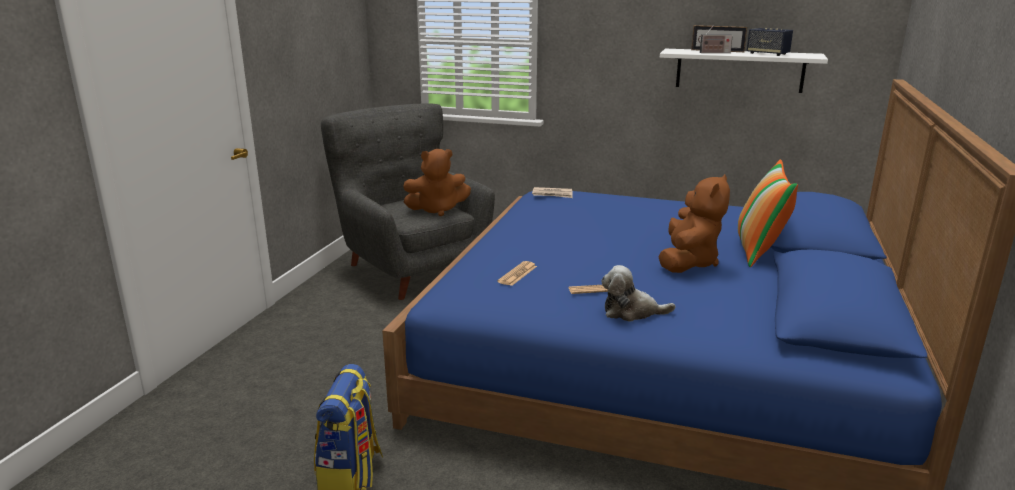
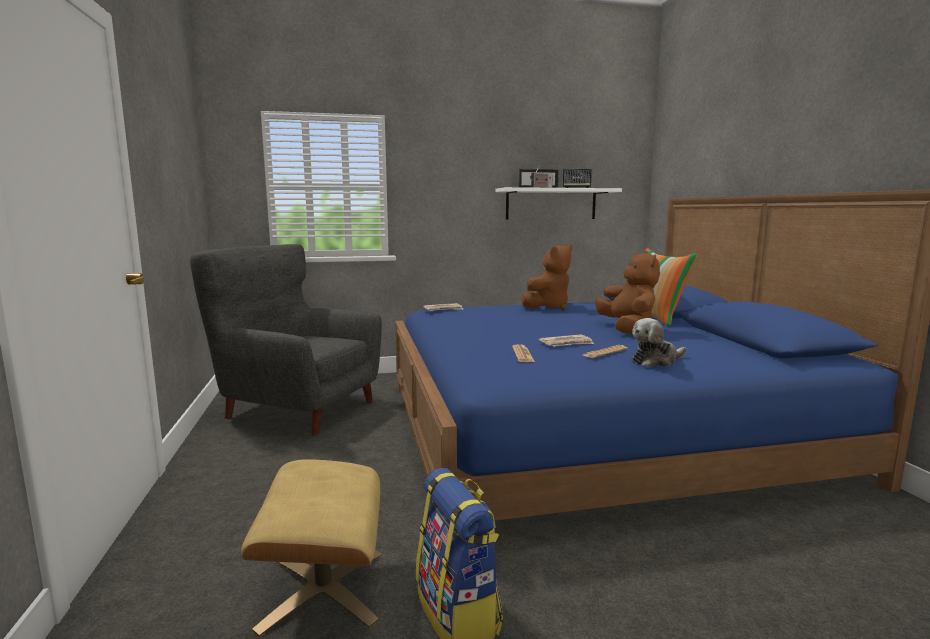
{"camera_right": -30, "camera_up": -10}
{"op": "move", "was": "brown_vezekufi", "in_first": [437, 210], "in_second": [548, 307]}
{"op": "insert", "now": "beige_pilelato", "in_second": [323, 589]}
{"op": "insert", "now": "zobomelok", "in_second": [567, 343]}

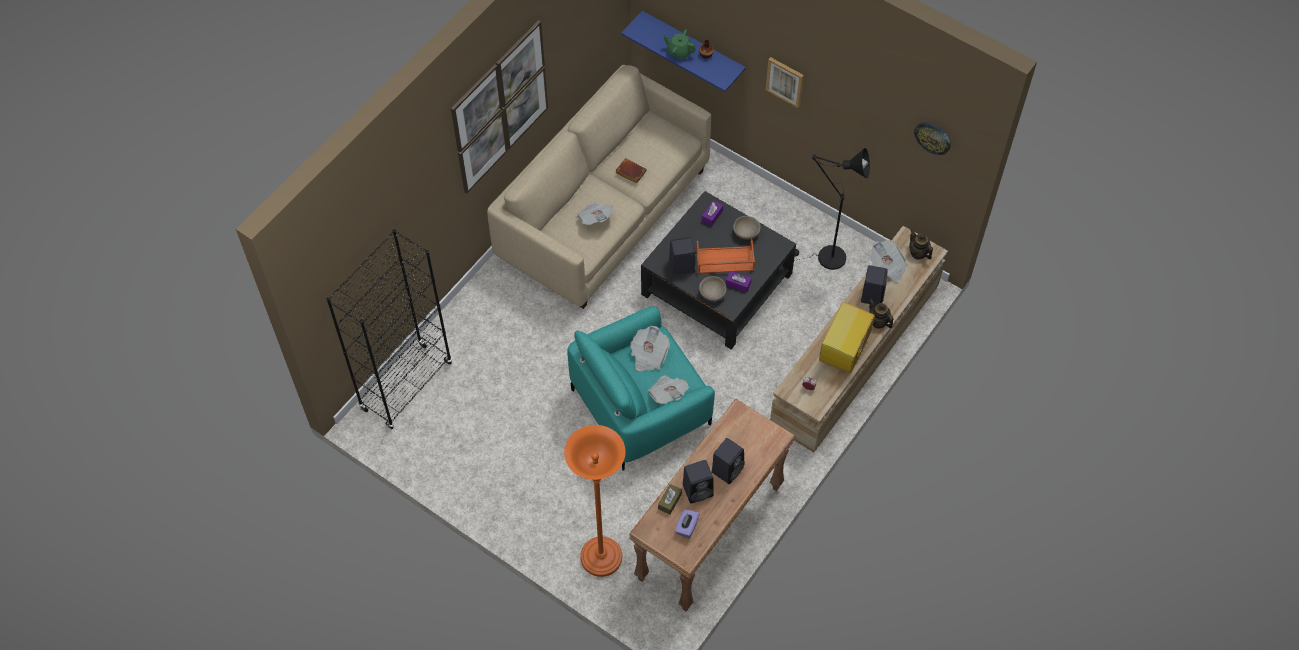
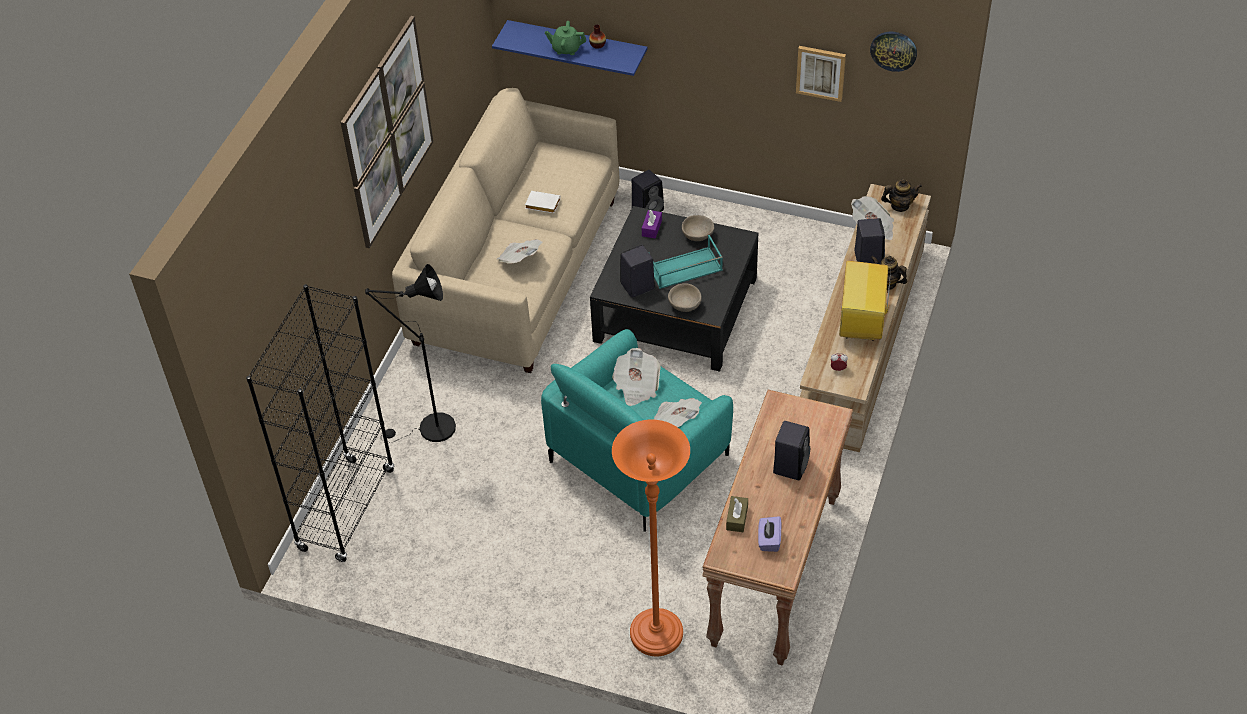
{"camera_right": -15, "camera_up": -10}
{"op": "recolor", "was": "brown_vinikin", "now": "white_vinikin", "in_first": [629, 172], "in_second": [541, 205]}
{"op": "move", "was": "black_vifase", "in_first": [698, 490], "in_second": [648, 209]}
{"op": "recolor", "was": "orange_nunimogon", "now": "turquoise_nunimogon", "in_first": [724, 260], "in_second": [684, 269]}
{"op": "delete", "was": "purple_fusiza", "in_first": [738, 284]}
{"op": "move", "was": "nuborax", "in_first": [785, 81], "in_second": [821, 72]}
{"op": "move", "was": "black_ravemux", "in_first": [826, 258], "in_second": [430, 430]}
{"op": "rotate", "was": "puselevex", "in_first": [918, 253], "in_second": [899, 206], "clockwise": 135}

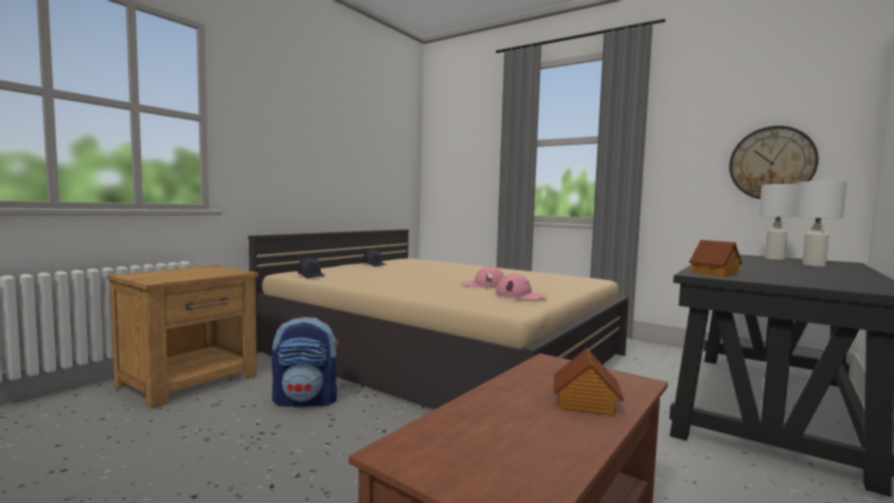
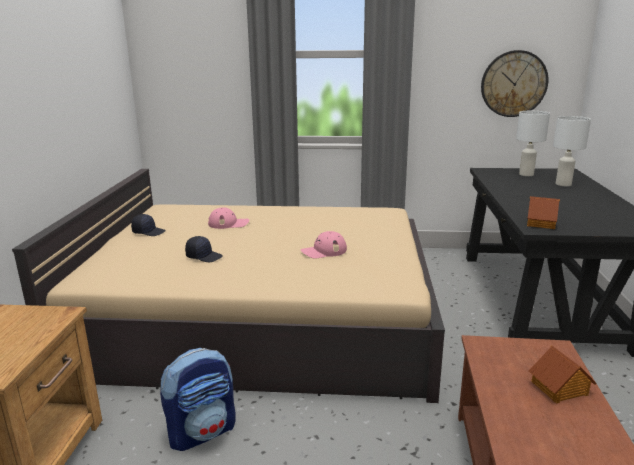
{"camera_right": -30, "camera_up": 15}
{"op": "move", "was": "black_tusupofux", "in_first": [312, 275], "in_second": [204, 256]}
{"op": "move", "was": "pink_tusupofux", "in_first": [521, 295], "in_second": [229, 223]}

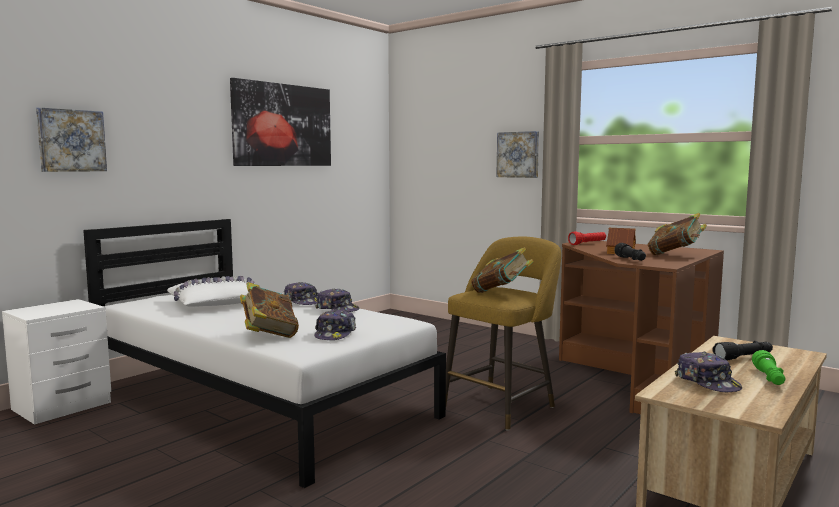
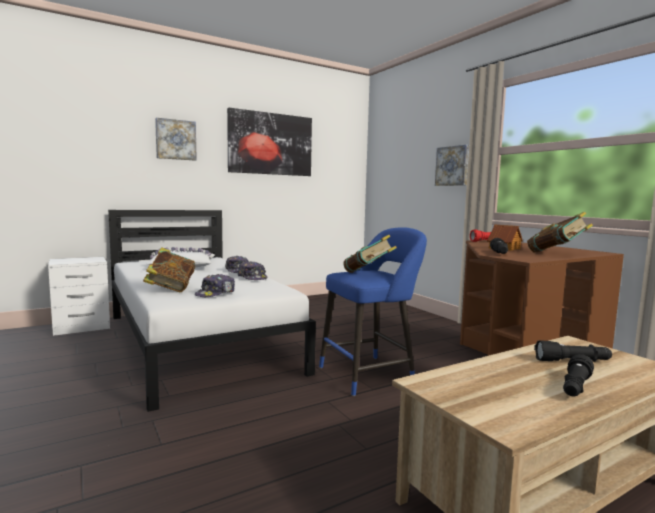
{"camera_right": 20, "camera_up": 0}
{"op": "move", "was": "nuborax", "in_first": [71, 140], "in_second": [175, 139]}
{"op": "recolor", "was": "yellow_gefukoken", "now": "blue_gefukoken", "in_first": [502, 405], "in_second": [370, 374]}
{"op": "delete", "was": "tusupofux", "in_first": [707, 382]}
{"op": "recolor", "was": "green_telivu", "now": "black_telivu", "in_first": [769, 378], "in_second": [575, 387]}

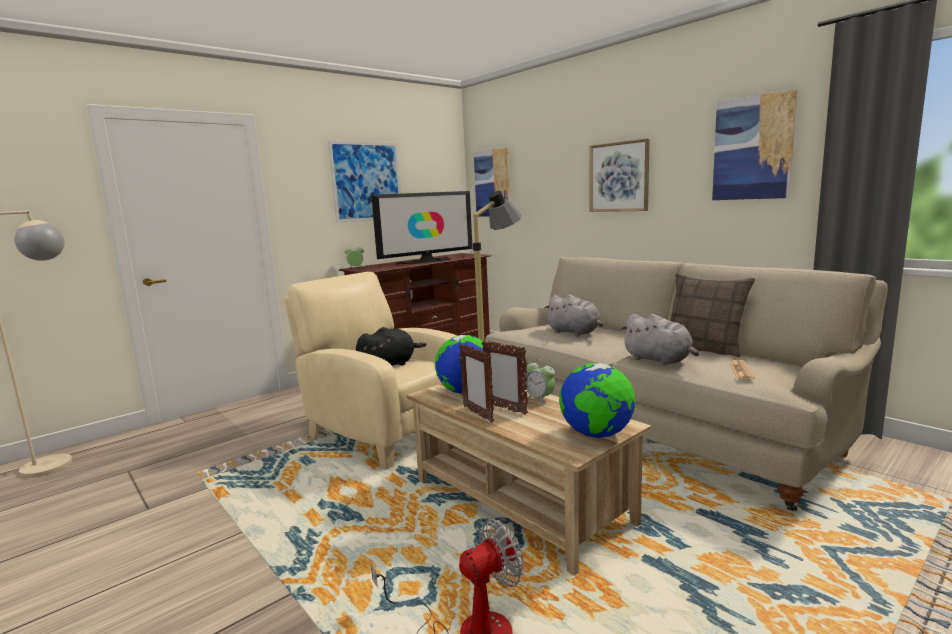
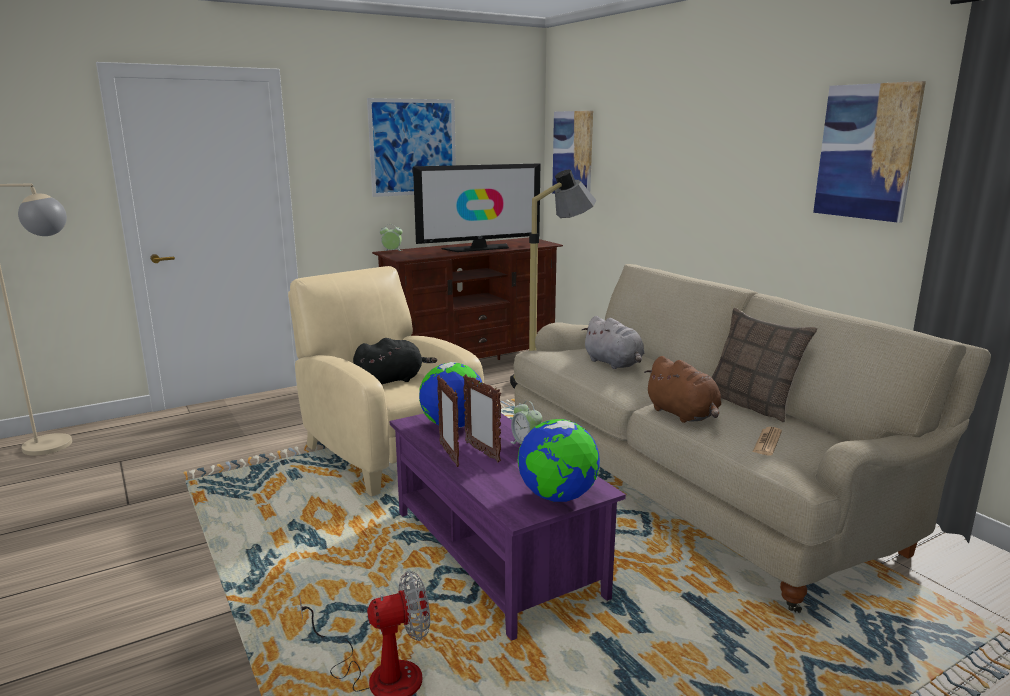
{"camera_right": 10, "camera_up": 5}
{"op": "recolor", "was": "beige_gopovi", "now": "purple_gopovi", "in_first": [520, 501], "in_second": [496, 553]}
{"op": "delete", "was": "nuborax", "in_first": [619, 177]}
{"op": "recolor", "was": "grey_vezekufi", "now": "brown_vezekufi", "in_first": [659, 360], "in_second": [683, 415]}

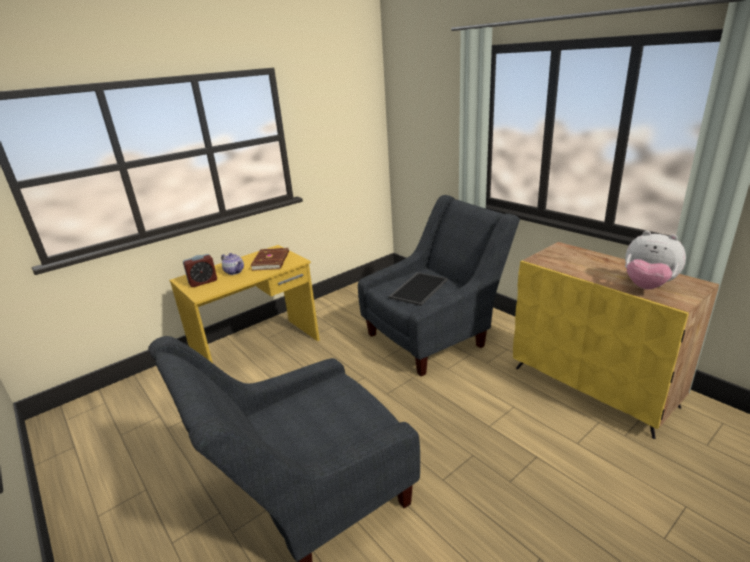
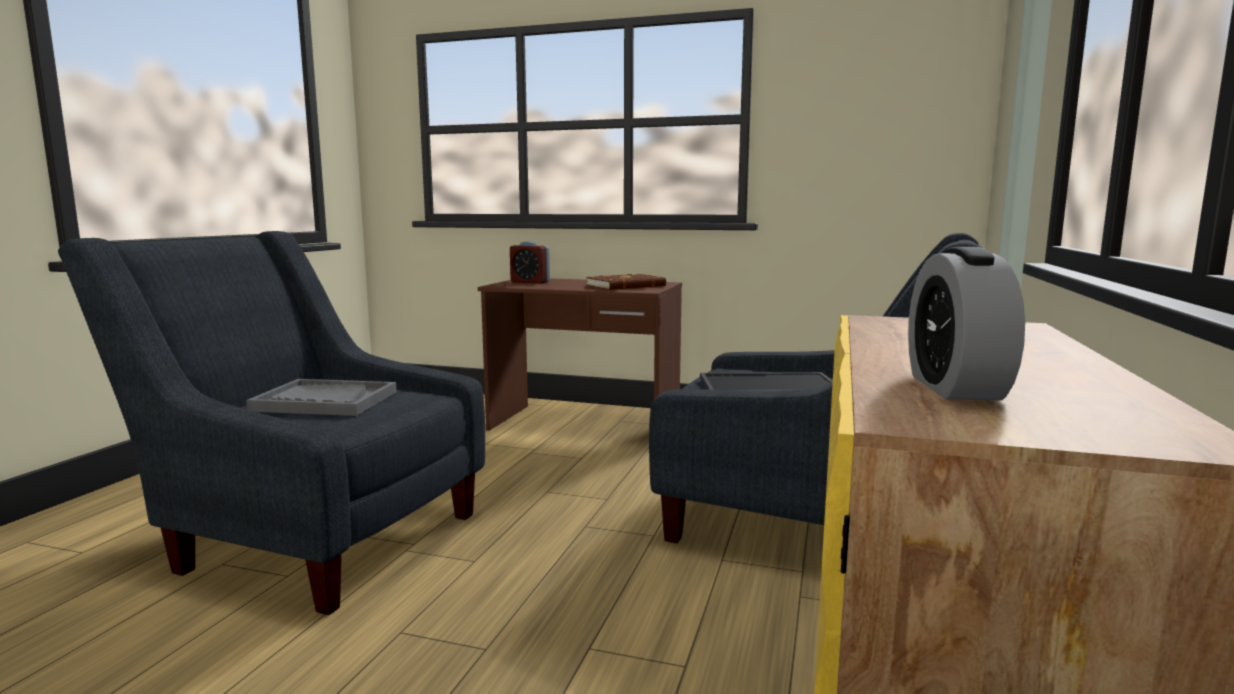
{"camera_right": 55, "camera_up": -15}
{"op": "recolor", "was": "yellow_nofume", "now": "brown_nofume", "in_first": [259, 351], "in_second": [584, 425]}
{"op": "delete", "was": "puselevex", "in_first": [234, 271]}
{"op": "replace", "was": "vezekufi", "now": "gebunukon", "in_first": [647, 286], "in_second": [955, 387]}
{"op": "insert", "now": "grey_nunimogon", "in_second": [325, 401]}

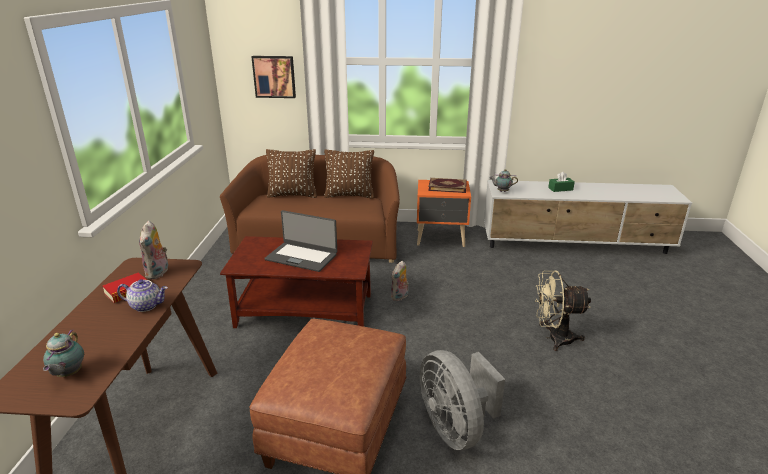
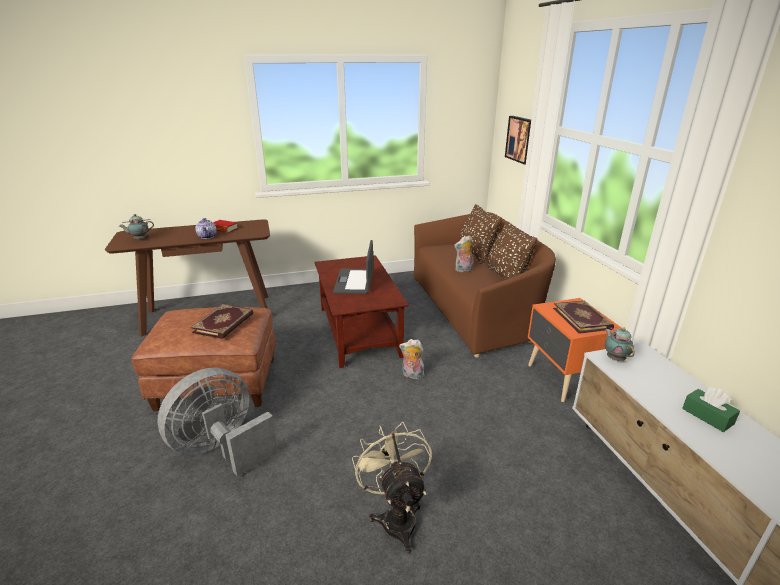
{"camera_right": 70, "camera_up": 0}
{"op": "move", "was": "vezekufi", "in_first": [158, 273], "in_second": [463, 270]}
{"op": "insert", "now": "vinikin", "in_second": [224, 323]}

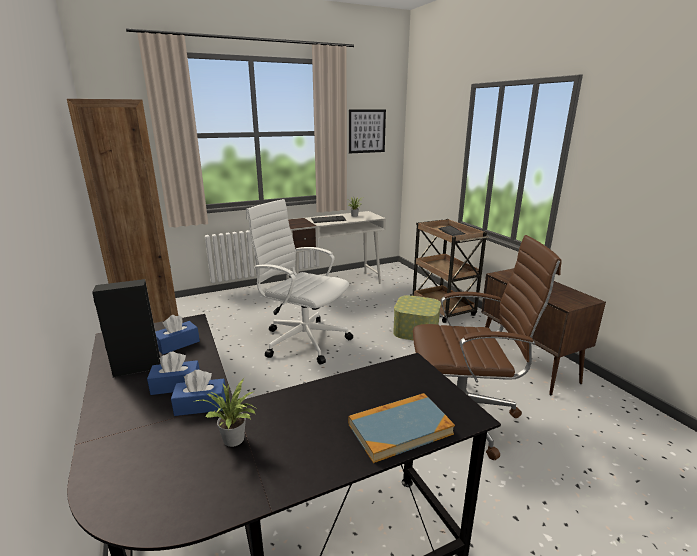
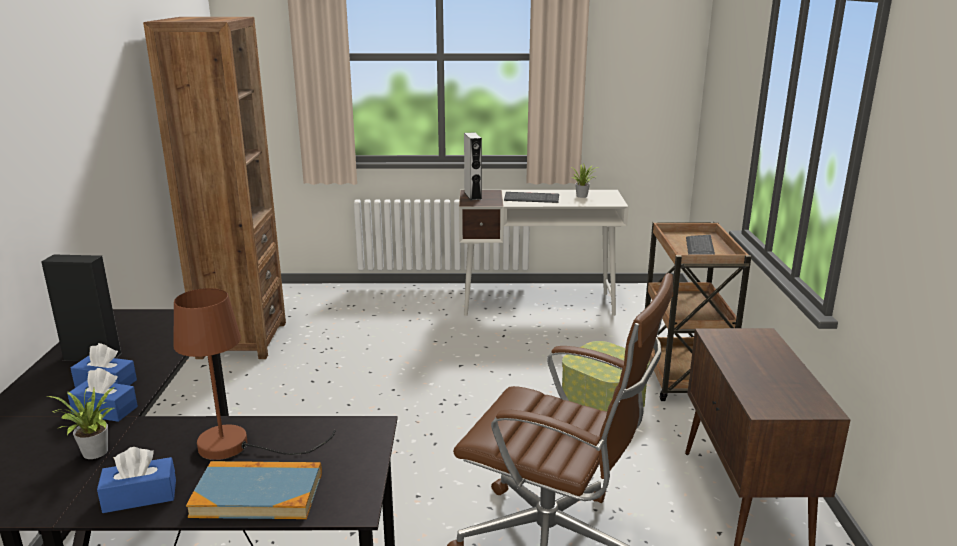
{"camera_right": 25, "camera_up": 0}
{"op": "move", "was": "blue_fusiza", "in_first": [177, 344], "in_second": [140, 496]}
{"op": "delete", "was": "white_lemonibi", "in_first": [303, 340]}
{"op": "delete", "was": "nuborax", "in_first": [367, 131]}
{"op": "insert", "now": "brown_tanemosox", "in_second": [238, 446]}
{"op": "insert", "now": "grey_vifase", "in_second": [472, 195]}

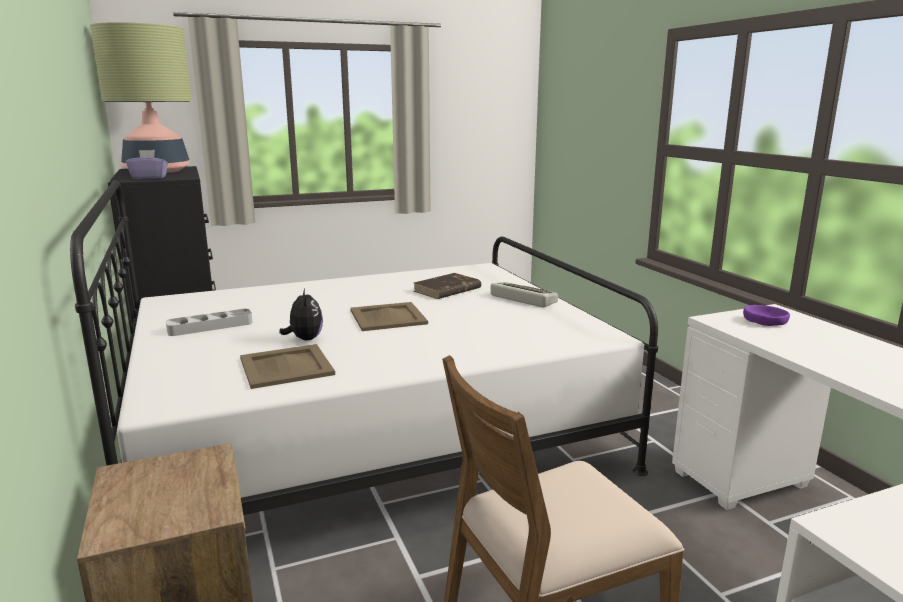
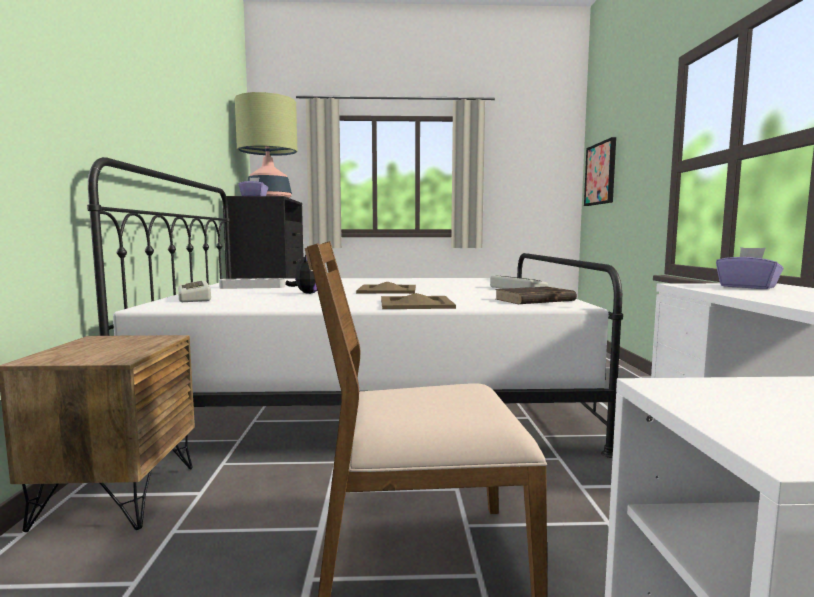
{"camera_right": 20, "camera_up": -10}
{"op": "move", "was": "beige_nunimogon", "in_first": [287, 366], "in_second": [416, 303]}
{"op": "move", "was": "brown_vinikin", "in_first": [447, 290], "in_second": [534, 300]}
{"op": "replace", "was": "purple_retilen", "now": "purple_fusiza", "in_first": [765, 321], "in_second": [747, 287]}
{"op": "insert", "now": "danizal", "in_second": [196, 297]}
{"op": "insert", "now": "nuborax", "in_second": [601, 173]}

